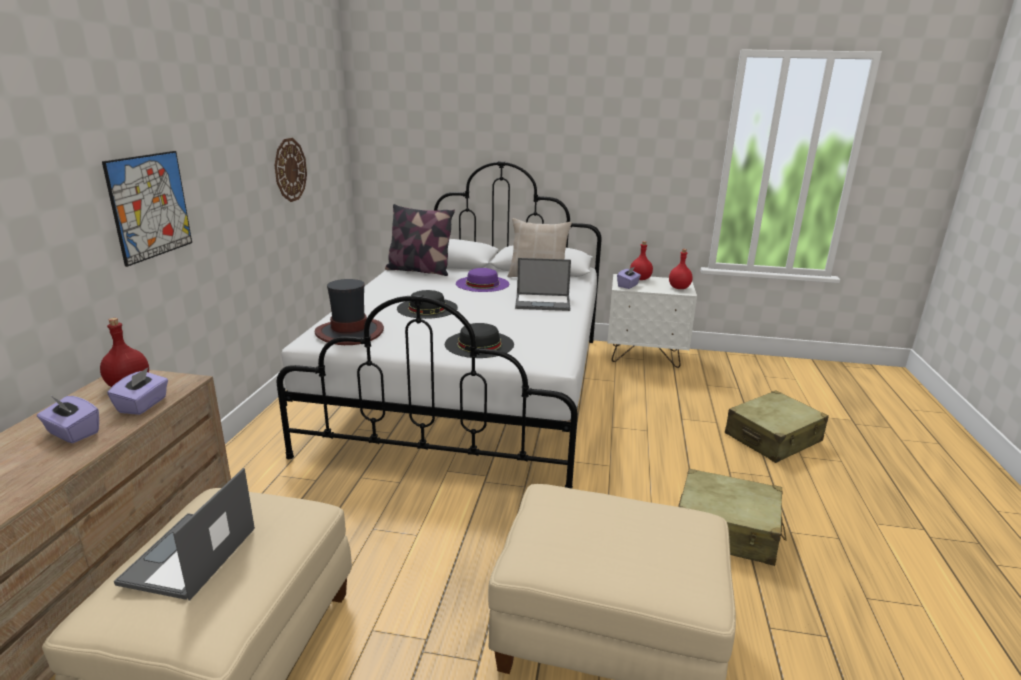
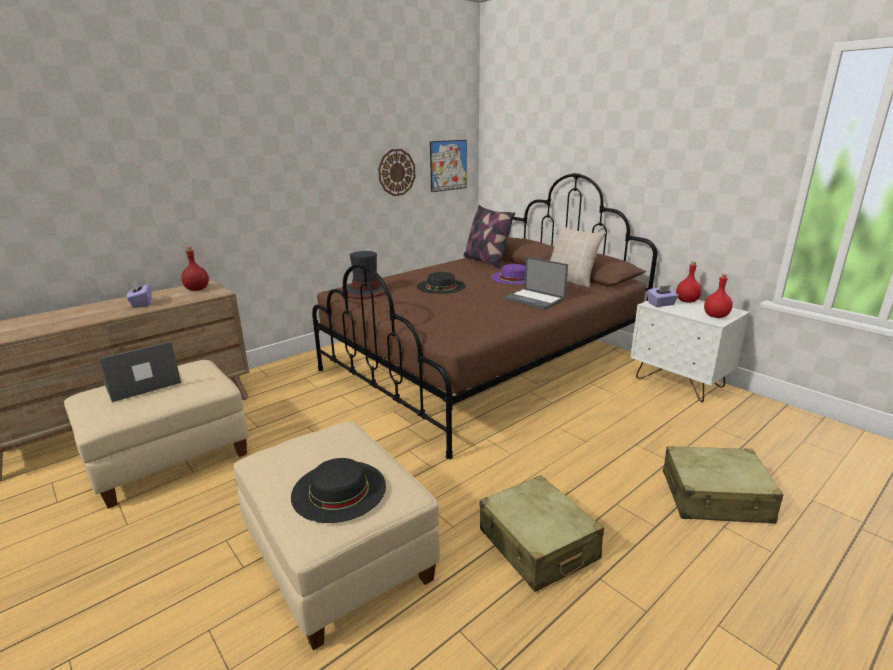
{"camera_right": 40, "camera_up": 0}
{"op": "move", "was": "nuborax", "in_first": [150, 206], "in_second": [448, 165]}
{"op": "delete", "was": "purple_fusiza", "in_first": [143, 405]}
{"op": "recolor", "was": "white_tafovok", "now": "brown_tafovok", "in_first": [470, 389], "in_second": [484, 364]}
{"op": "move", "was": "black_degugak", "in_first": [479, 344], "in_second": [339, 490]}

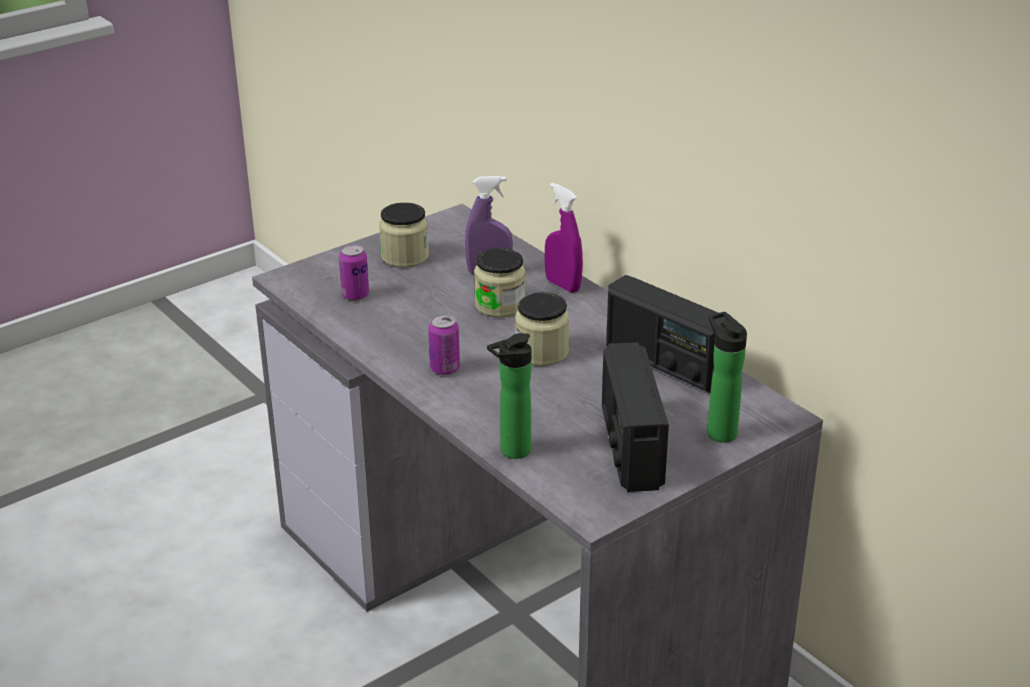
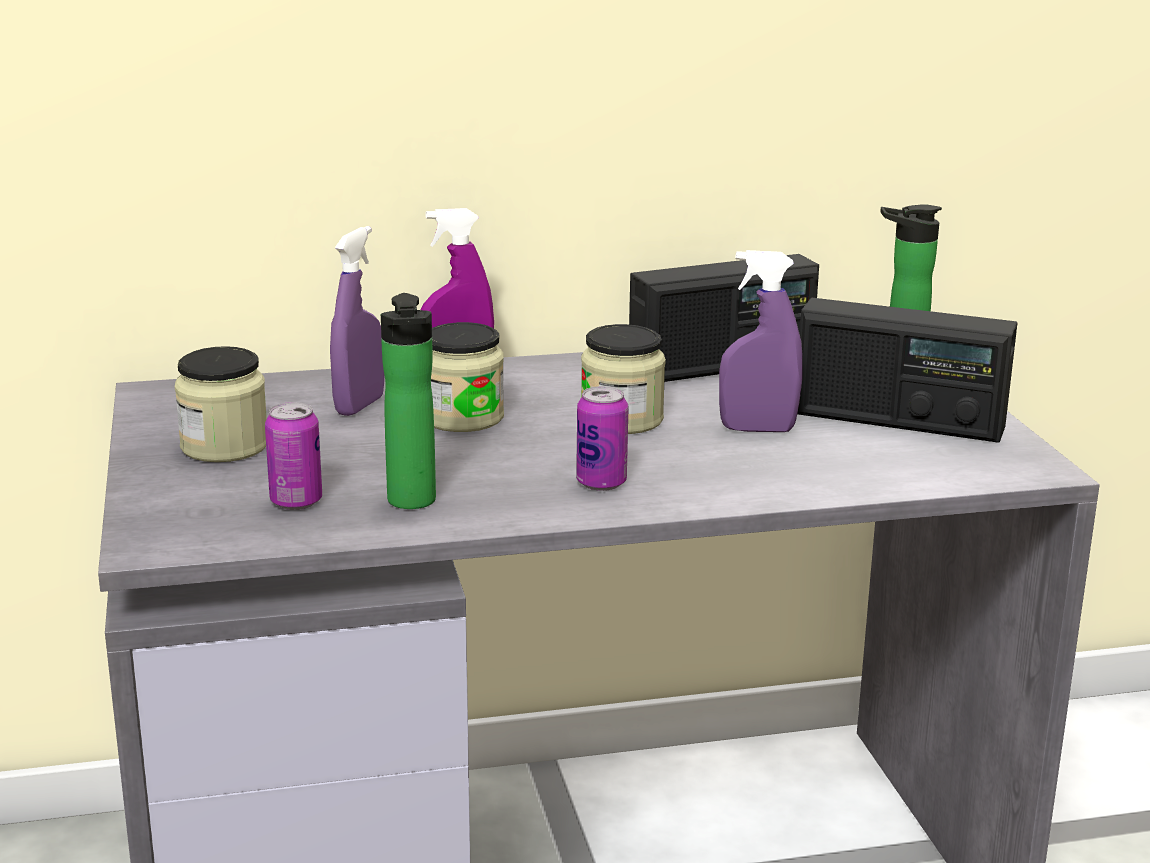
{"camera_right": -65, "camera_up": -10}
{"op": "move", "was": "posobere", "in_first": [511, 452], "in_second": [412, 503]}
{"op": "insert", "now": "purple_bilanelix", "in_second": [757, 429]}

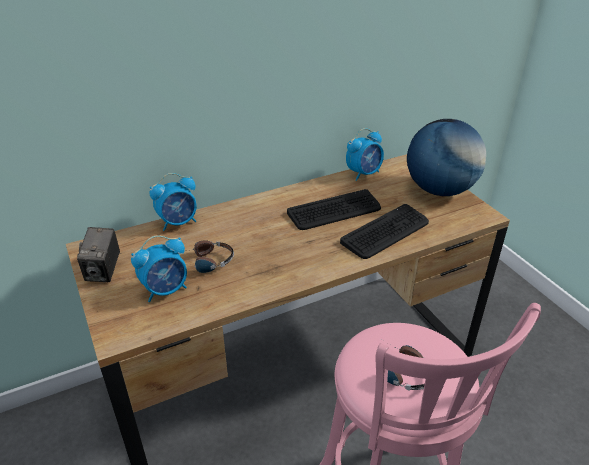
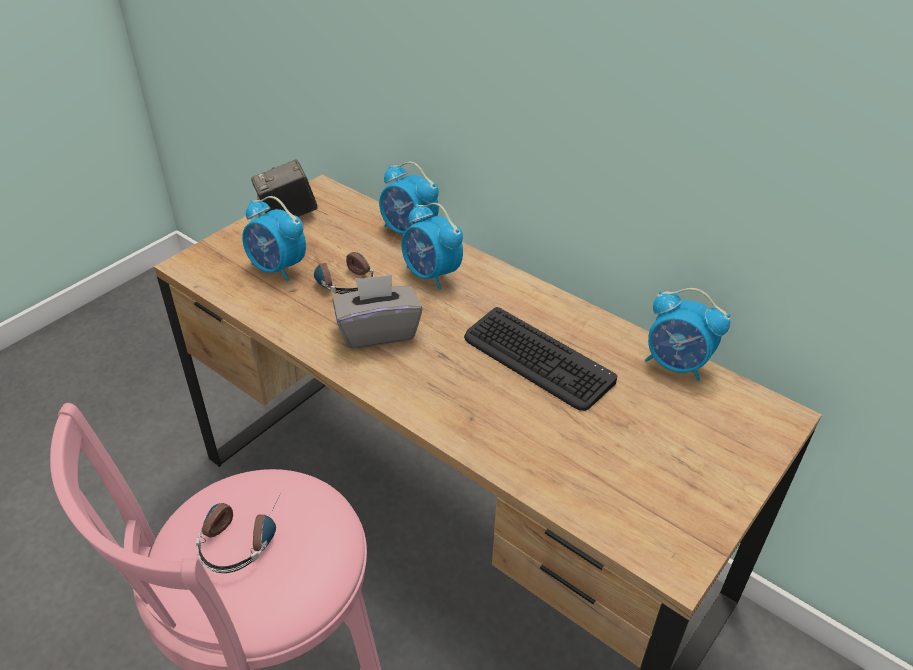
{"camera_right": 65, "camera_up": 5}
{"op": "delete", "was": "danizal", "in_first": [386, 232]}
{"op": "delete", "was": "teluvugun", "in_first": [439, 190]}
{"op": "insert", "now": "grey_fusiza", "in_second": [378, 331]}
{"op": "insert", "now": "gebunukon", "in_second": [431, 275]}

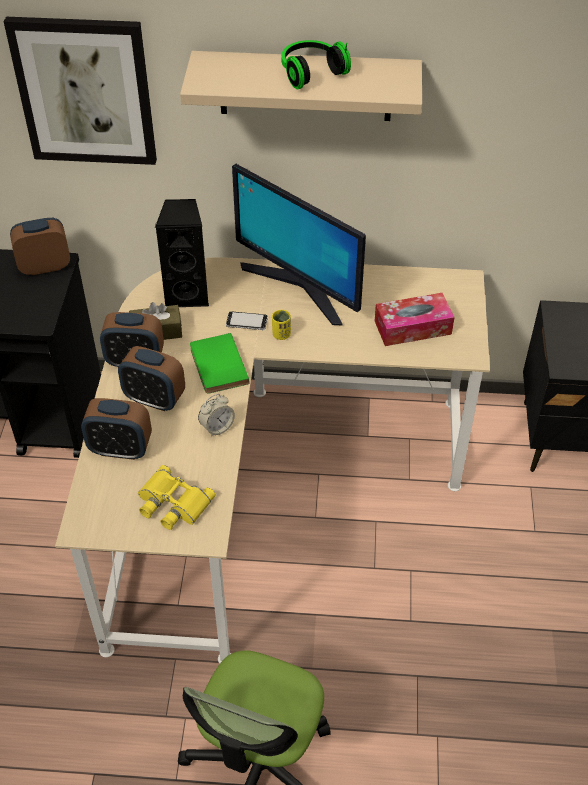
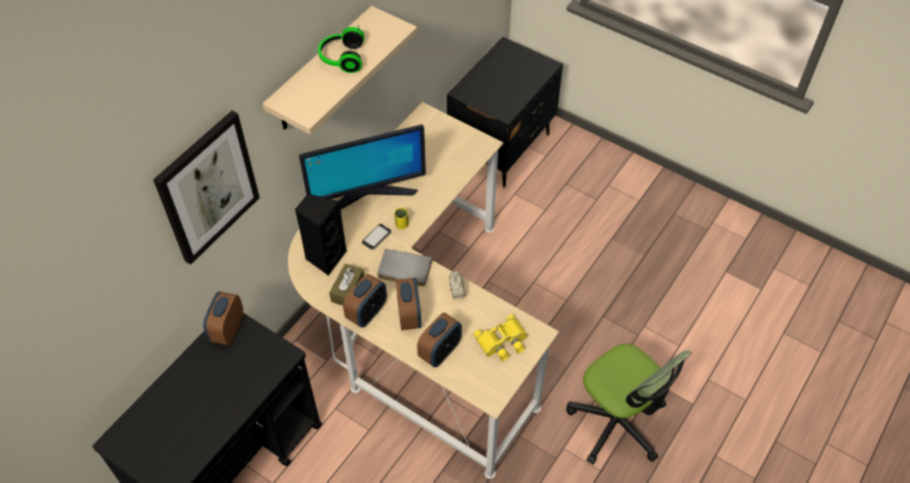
{"camera_right": -60, "camera_up": 5}
{"op": "rotate", "was": "gebunukon", "in_first": [154, 399], "in_second": [409, 316], "clockwise": -60}
{"op": "recolor", "was": "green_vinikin", "now": "grey_vinikin", "in_first": [216, 366], "in_second": [404, 270]}
{"op": "delete", "was": "fusiza", "in_first": [412, 327]}

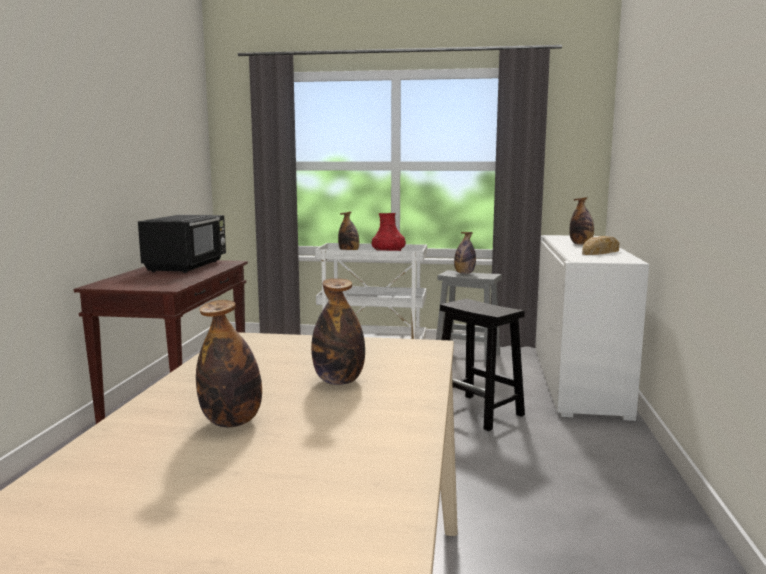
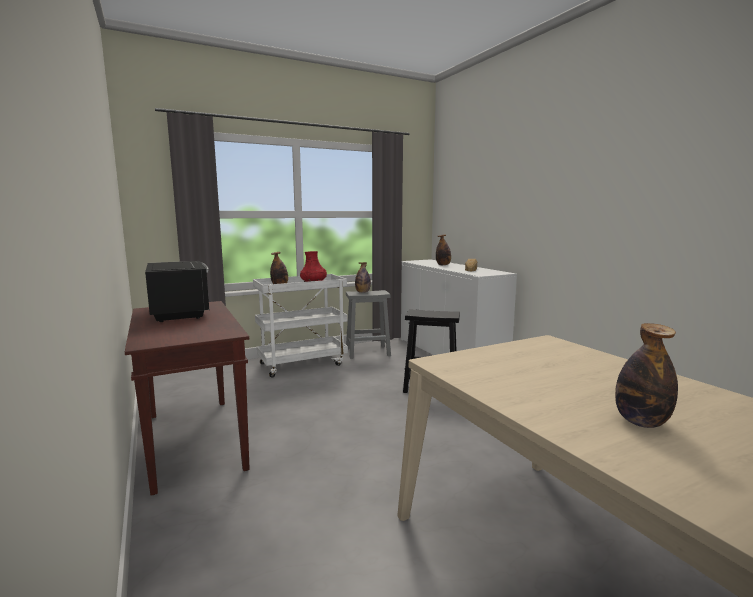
{"camera_right": -35, "camera_up": 0}
{"op": "delete", "was": "posobere", "in_first": [338, 381]}

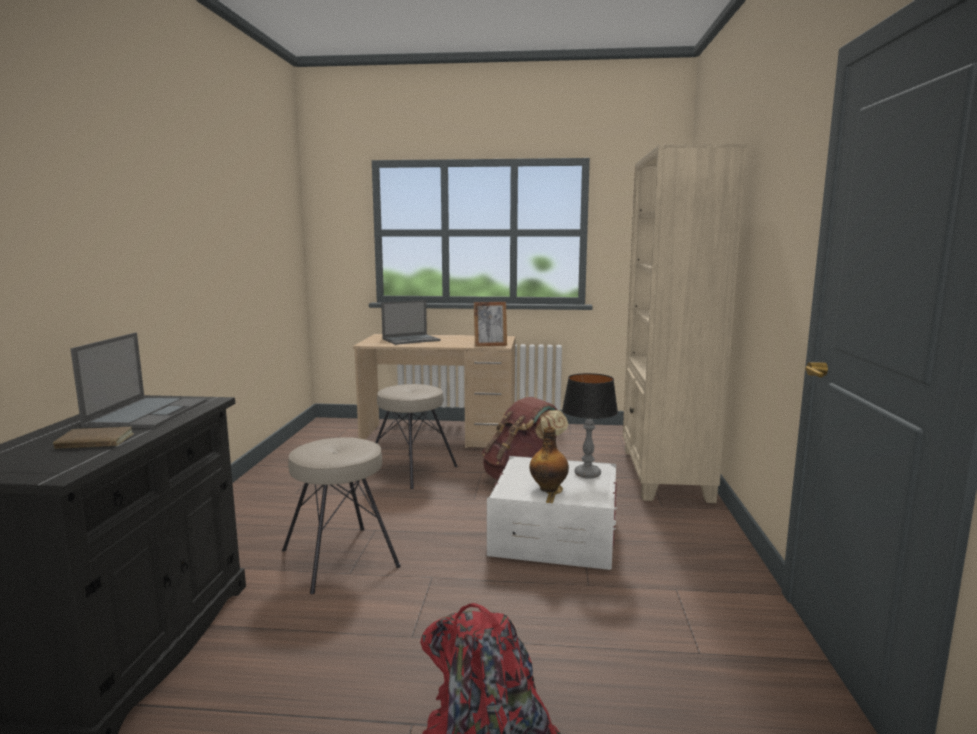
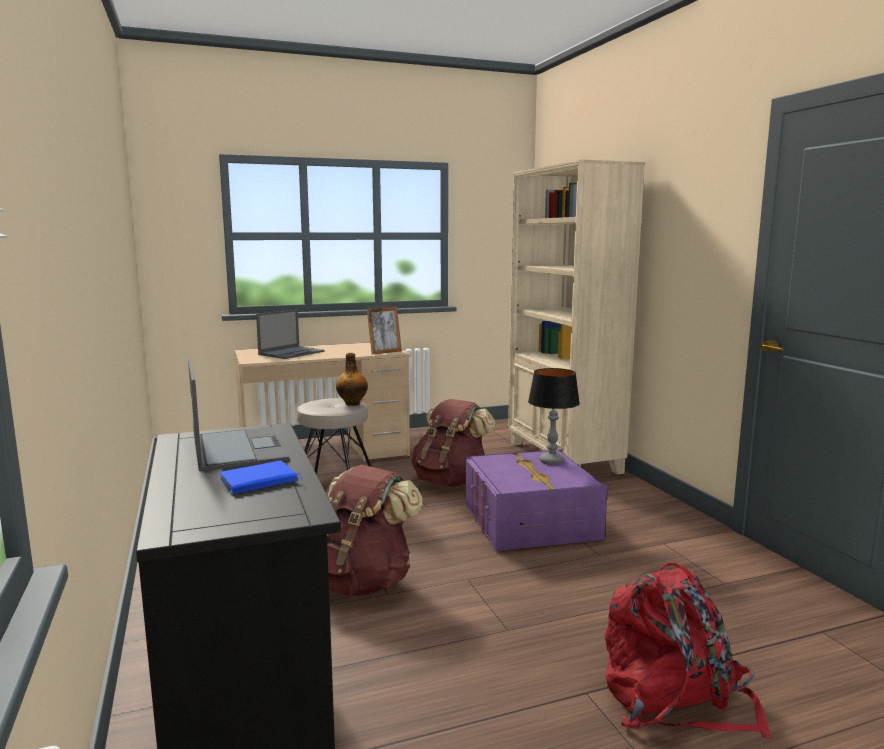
{"camera_right": -25, "camera_up": 0}
{"op": "recolor", "was": "brown_vinikin", "now": "blue_vinikin", "in_first": [93, 442], "in_second": [259, 482]}
{"op": "replace", "was": "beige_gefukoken", "now": "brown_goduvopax", "in_first": [341, 557], "in_second": [361, 582]}
{"op": "recolor", "was": "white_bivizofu", "now": "purple_bivizofu", "in_first": [554, 535], "in_second": [531, 522]}
{"op": "move", "was": "posobere", "in_first": [549, 488], "in_second": [352, 403]}

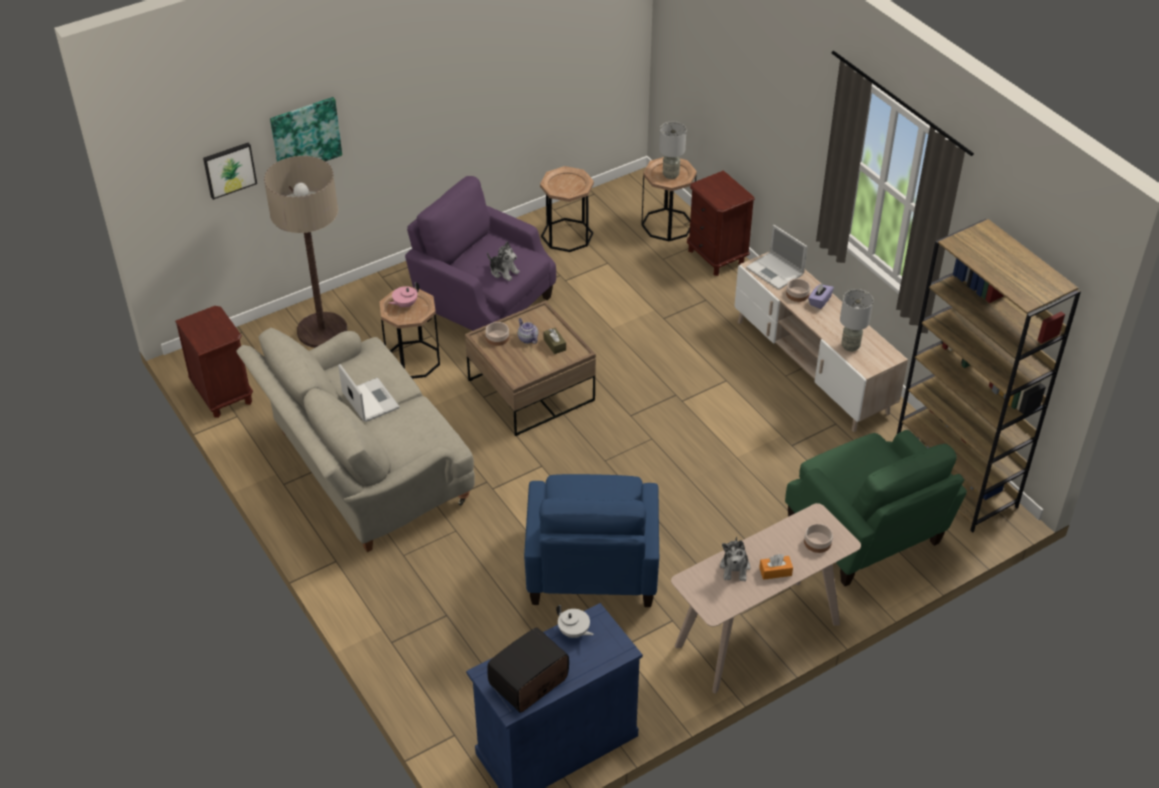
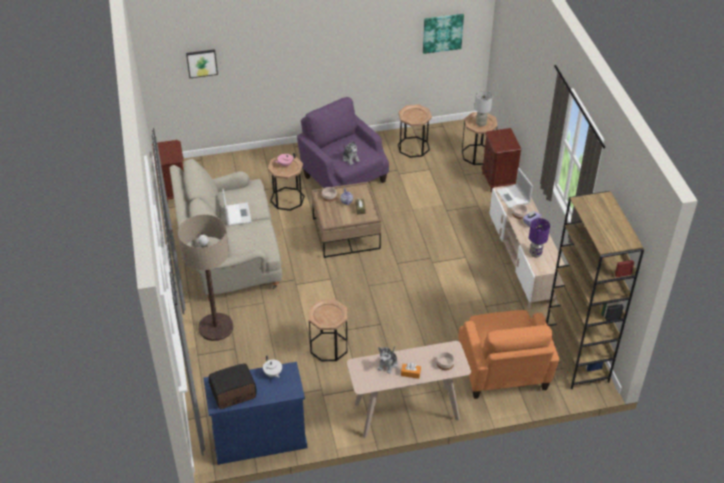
{"camera_right": 20, "camera_up": 0}
{"op": "move", "was": "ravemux", "in_first": [322, 331], "in_second": [216, 327]}
{"op": "move", "was": "nuborax", "in_first": [305, 135], "in_second": [442, 33]}
{"op": "replace", "was": "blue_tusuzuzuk", "now": "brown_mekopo", "in_first": [592, 570], "in_second": [328, 346]}
{"op": "recolor", "was": "green_tusuzuzuk", "now": "orange_tusuzuzuk", "in_first": [866, 535], "in_second": [503, 372]}
{"op": "recolor", "was": "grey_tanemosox", "now": "purple_tanemosox", "in_first": [850, 346], "in_second": [535, 253]}

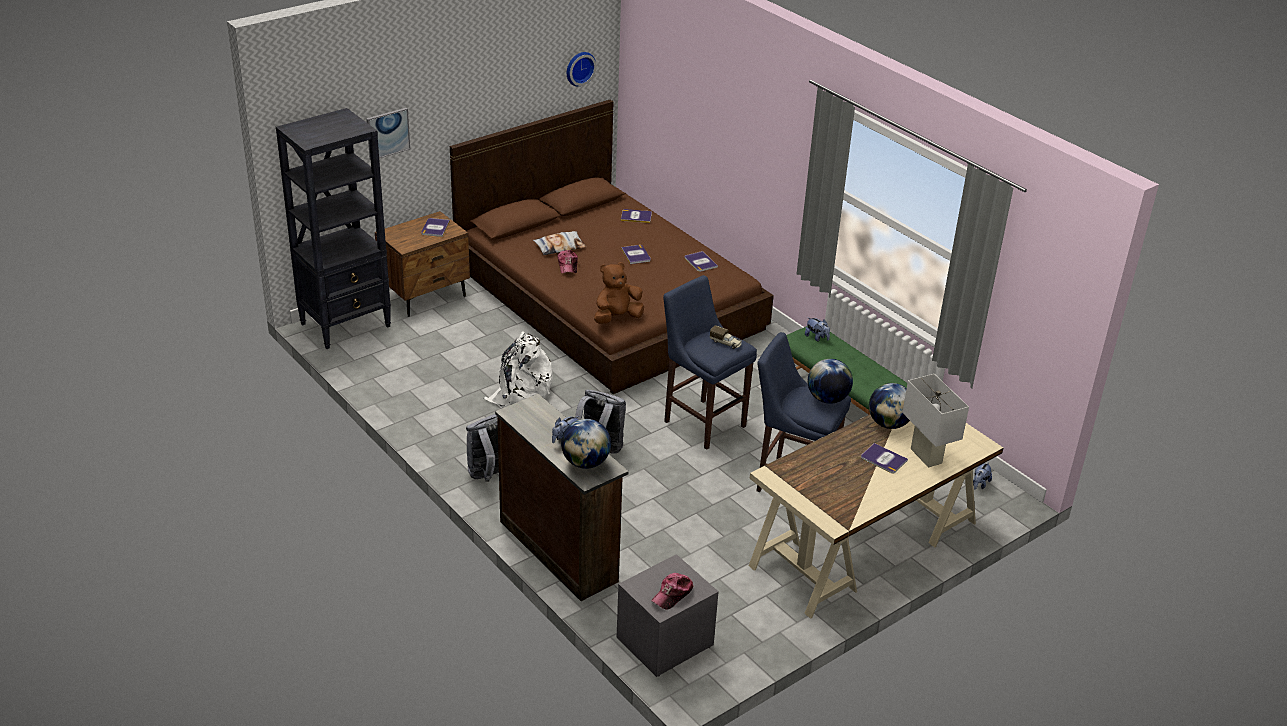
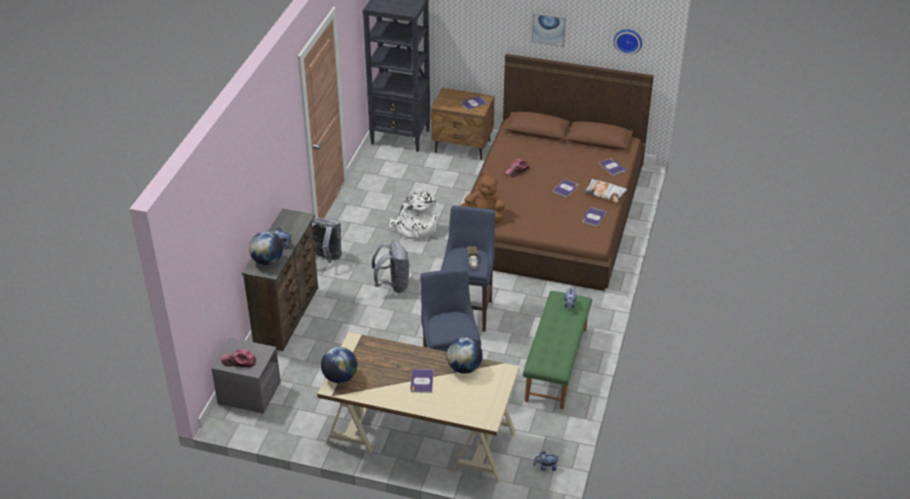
{"camera_right": 55, "camera_up": 5}
{"op": "move", "was": "nuborax", "in_first": [387, 133], "in_second": [548, 29]}
{"op": "move", "was": "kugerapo", "in_first": [559, 247], "in_second": [605, 193]}
{"op": "move", "was": "teluvugun", "in_first": [827, 399], "in_second": [340, 377]}
{"op": "delete", "was": "white_tanemosox", "in_first": [926, 456]}

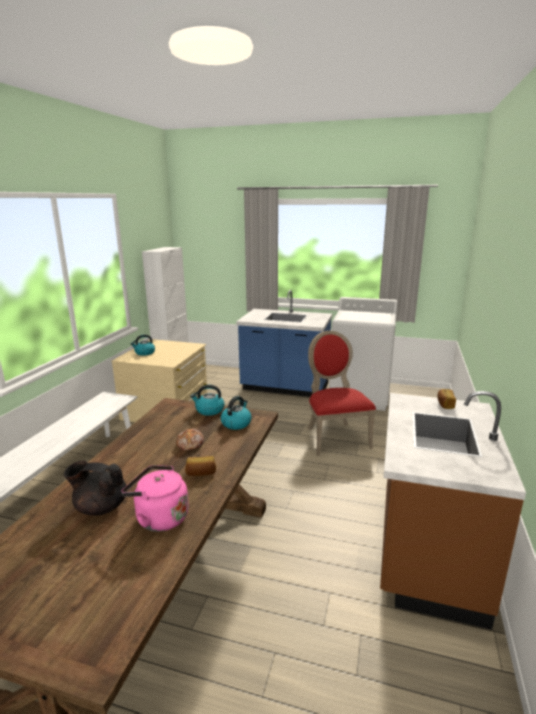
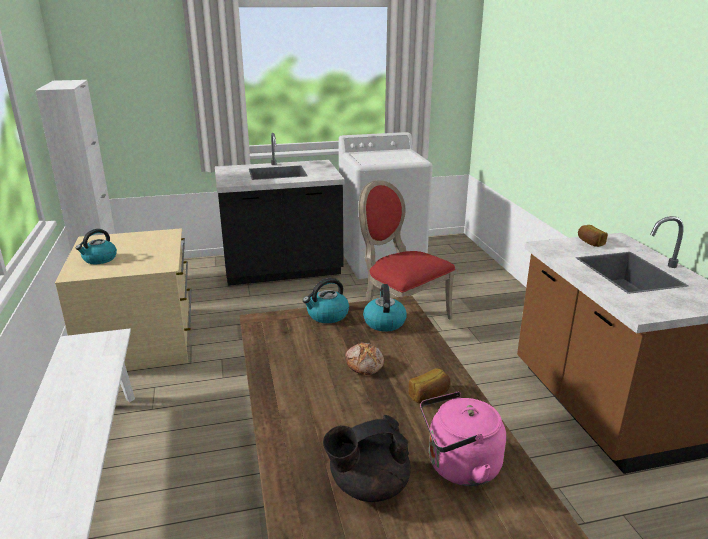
{"camera_right": -30, "camera_up": 5}
{"op": "recolor", "was": "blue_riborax", "now": "black_riborax", "in_first": [285, 387], "in_second": [282, 270]}

